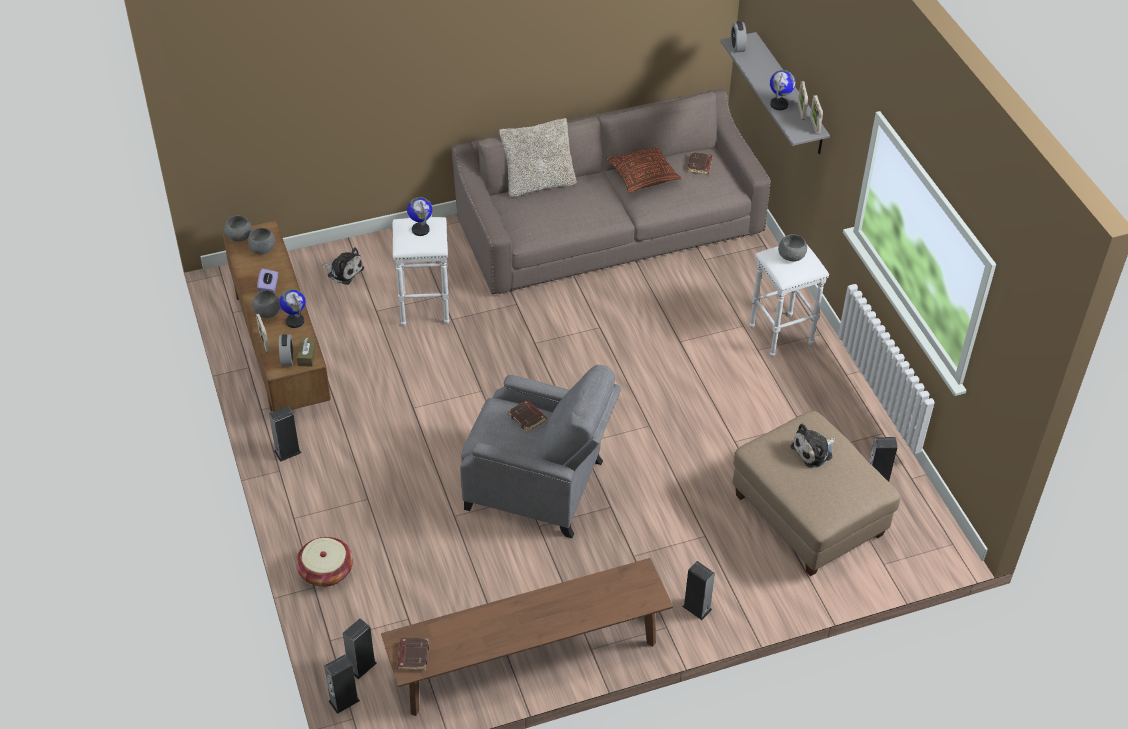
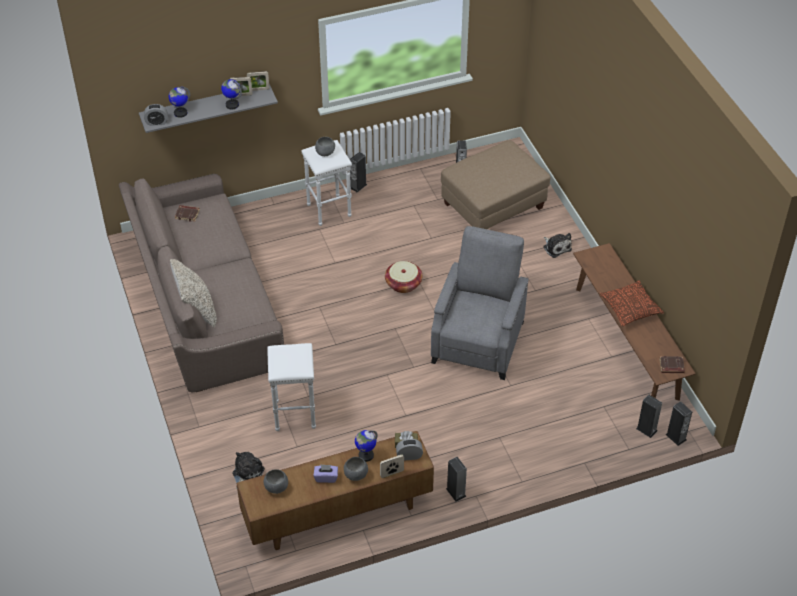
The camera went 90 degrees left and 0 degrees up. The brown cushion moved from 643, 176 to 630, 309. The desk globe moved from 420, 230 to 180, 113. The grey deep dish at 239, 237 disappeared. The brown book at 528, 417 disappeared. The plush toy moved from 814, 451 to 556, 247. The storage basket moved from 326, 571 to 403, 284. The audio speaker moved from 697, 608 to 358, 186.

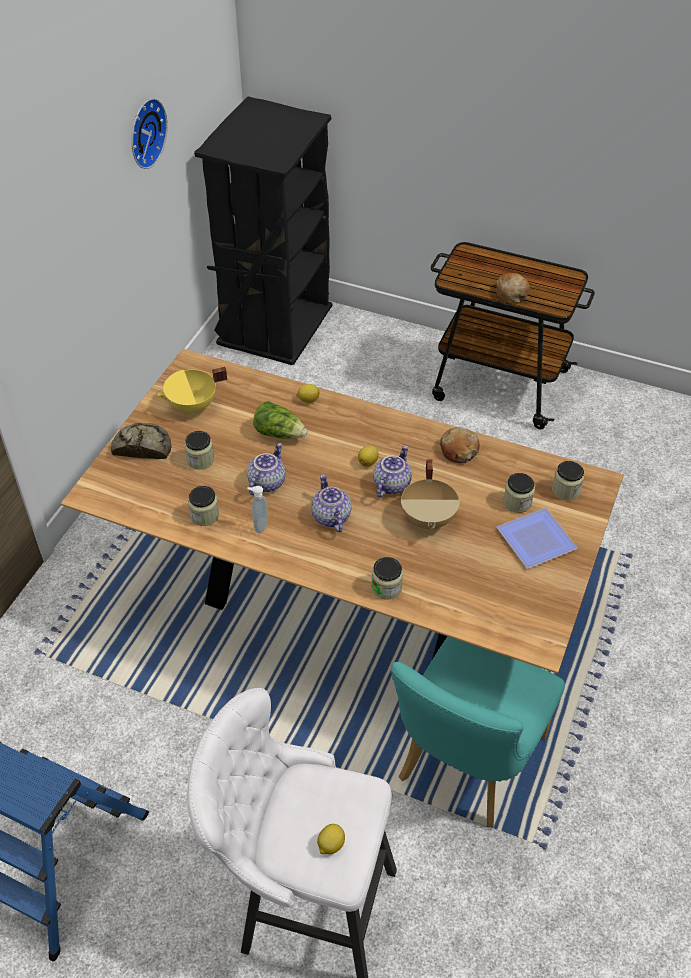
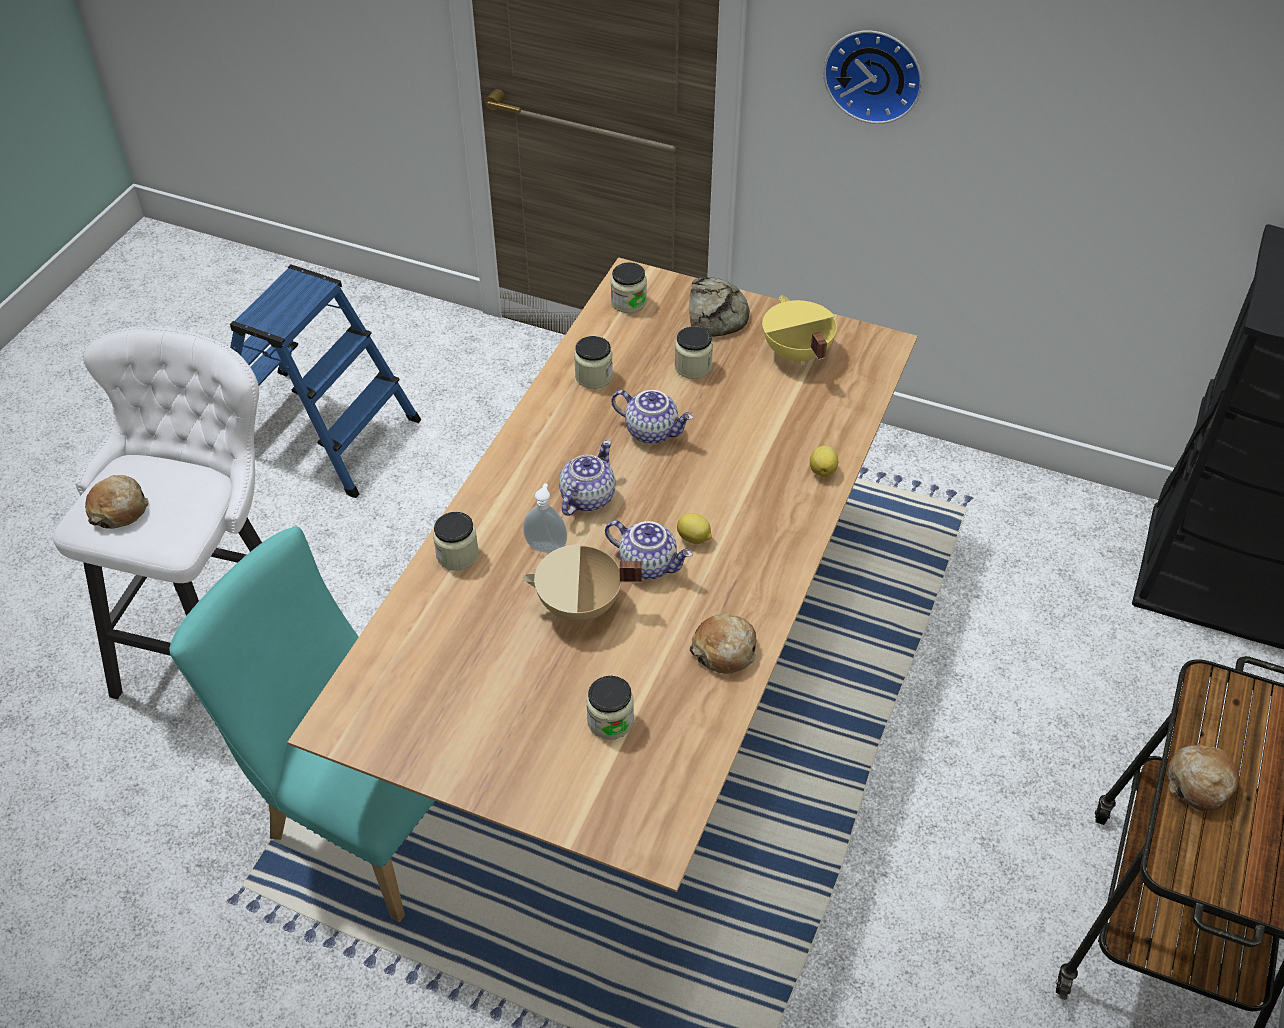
The camera went 90 degrees right and 0 degrees up. The hanging clock moved from 144, 132 to 874, 73. The lettuce head at 279, 433 disappeared. The preserve jar moved from 566, 490 to 628, 302. The pot for tea at 331, 517 turned 45 degrees counterclockwise. The soap dispenser moved from 259, 525 to 546, 546. The flat dish at 535, 542 disappeared. The citrus fruit at 330, 845 was replaced by the bakery bread at 119, 509.

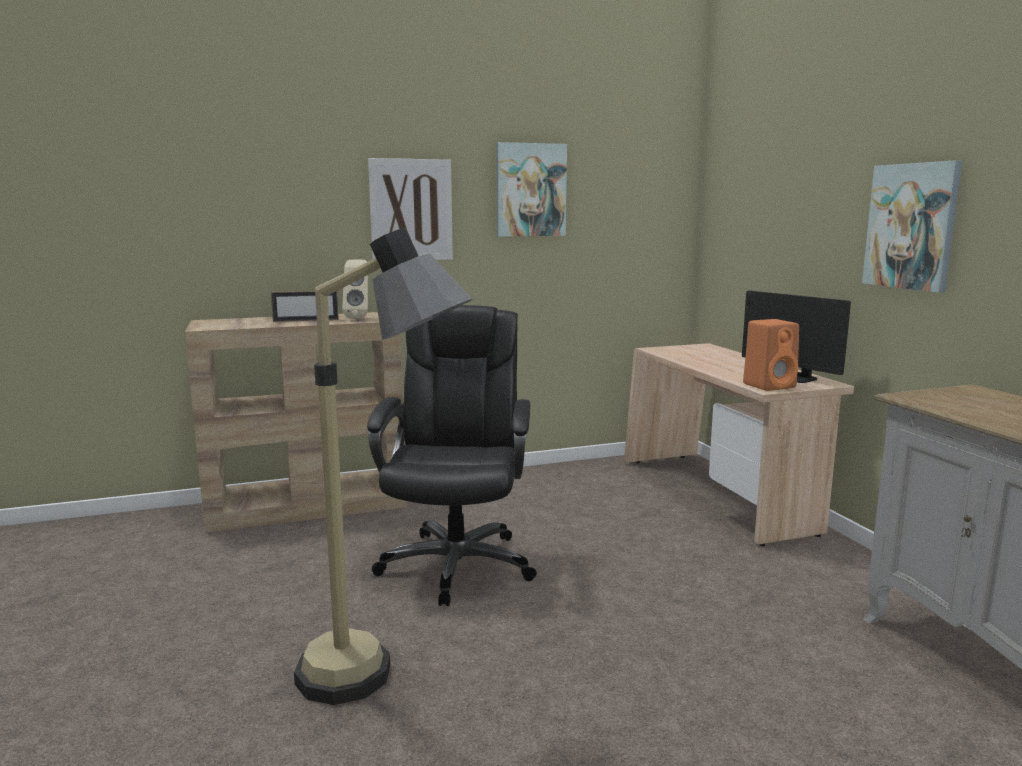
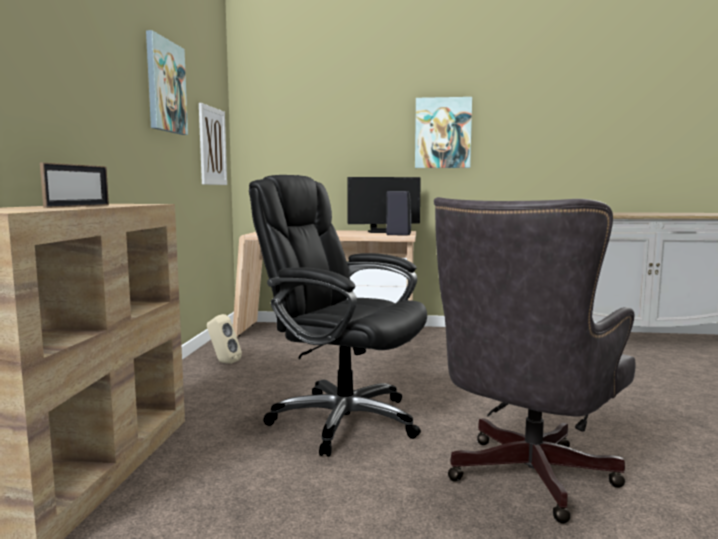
The camera went 65 degrees left and 5 degrees down. The picture moved from 411, 210 to 212, 146. The standard lamp at 384, 682 was replaced by the grey desk chair at 527, 479. The beige audio speaker moved from 359, 318 to 223, 362. The orangey audio speaker at 770, 385 became the blackish audio speaker at 397, 234.

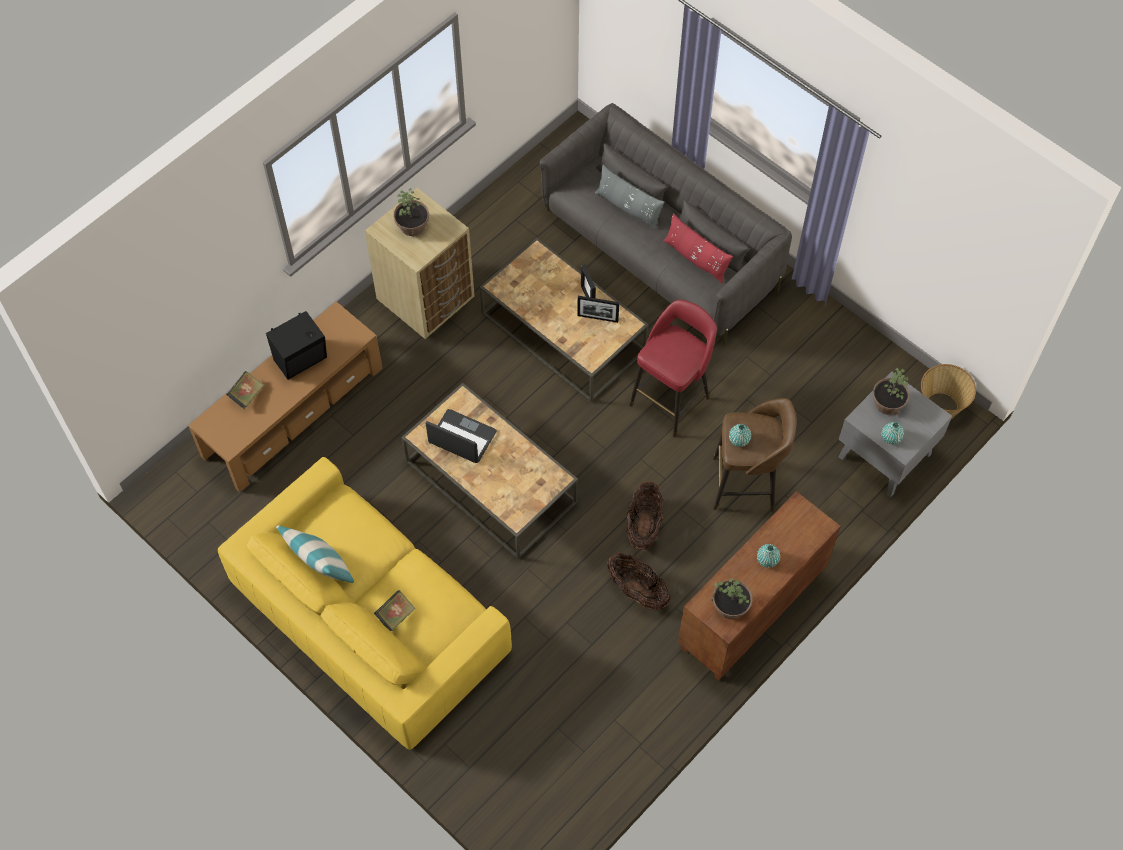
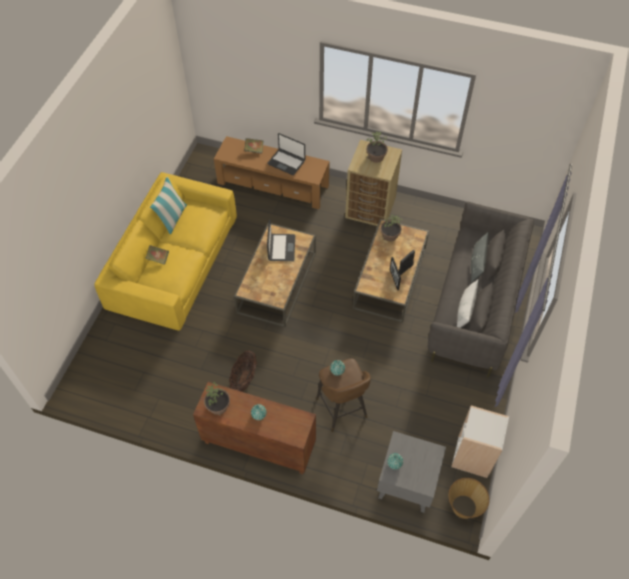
The camera went 65 degrees right and 5 degrees down. The red cushion at 695, 258 became the white cushion at 465, 310. The red sitting stool at 671, 400 disappeared. The blackish audio speaker at 302, 360 was replaced by the portable computer at 286, 162. The houseplant moved from 887, 403 to 389, 235. The storage basket at 643, 526 disappeared. The bookcase at 472, 457 appeared.

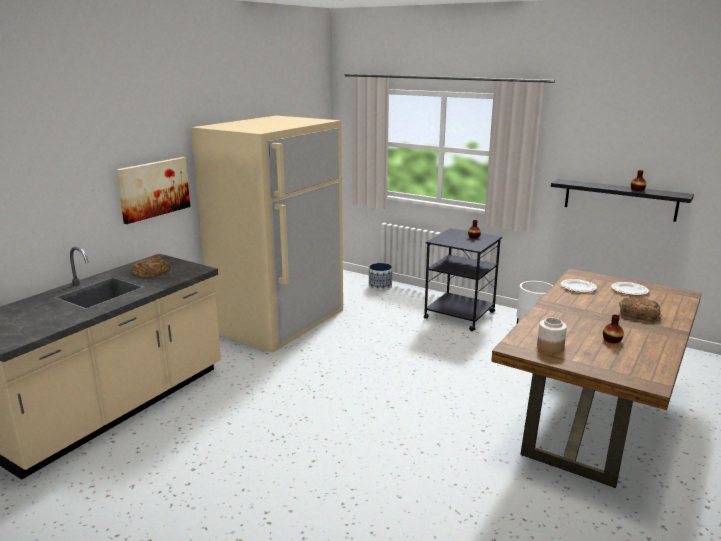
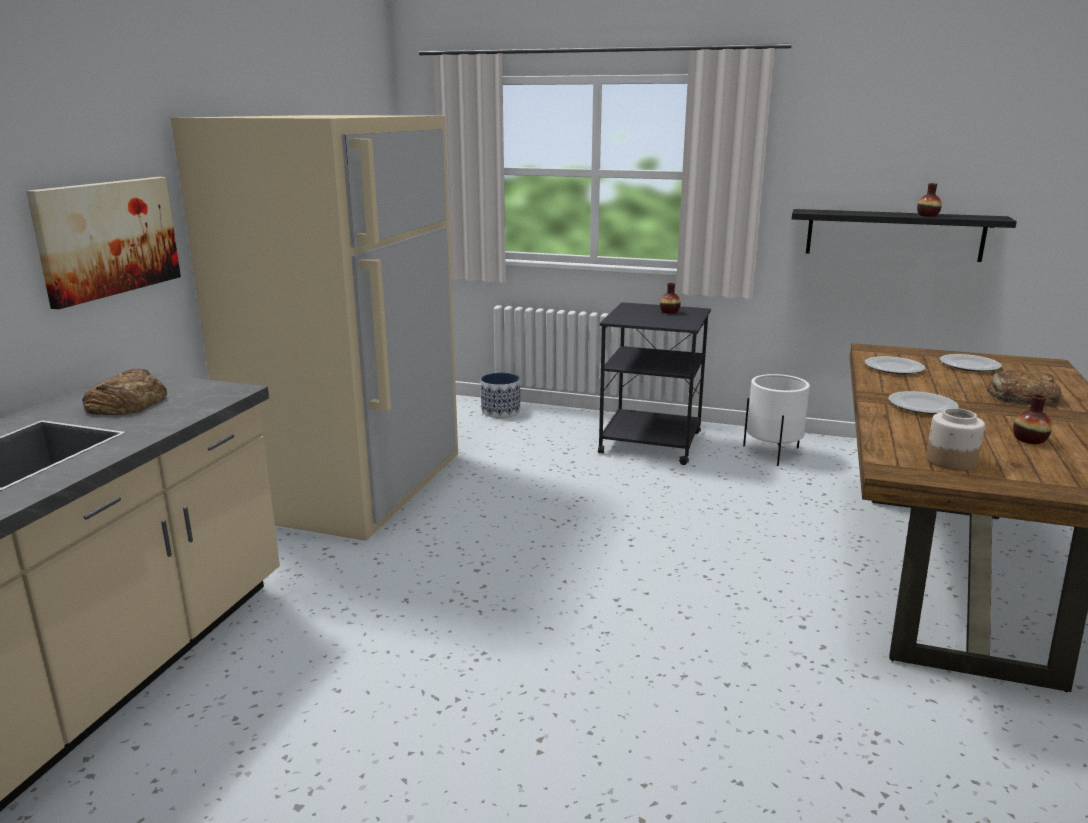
The camera went 15 degrees left and 0 degrees up. The flat dish at 921, 405 appeared.

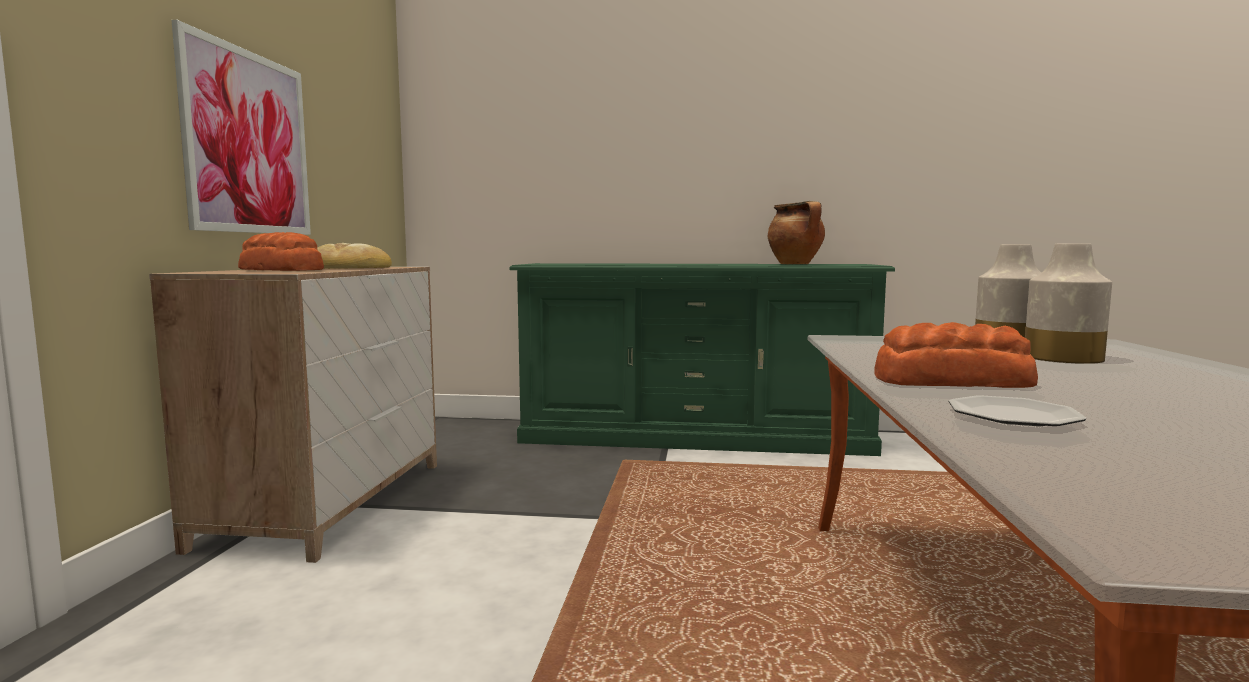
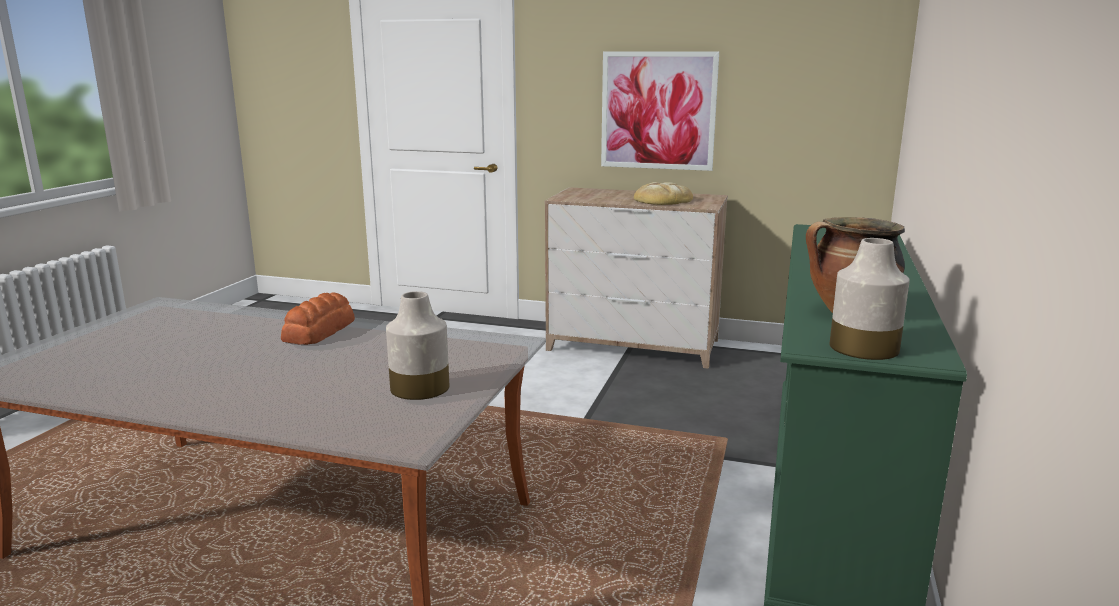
The camera went 100 degrees right and 10 degrees up. The bakery bread at 281, 270 disappeared. The beige decorative vase moved from 1062, 357 to 864, 347. The flat dish at 1013, 416 disappeared.

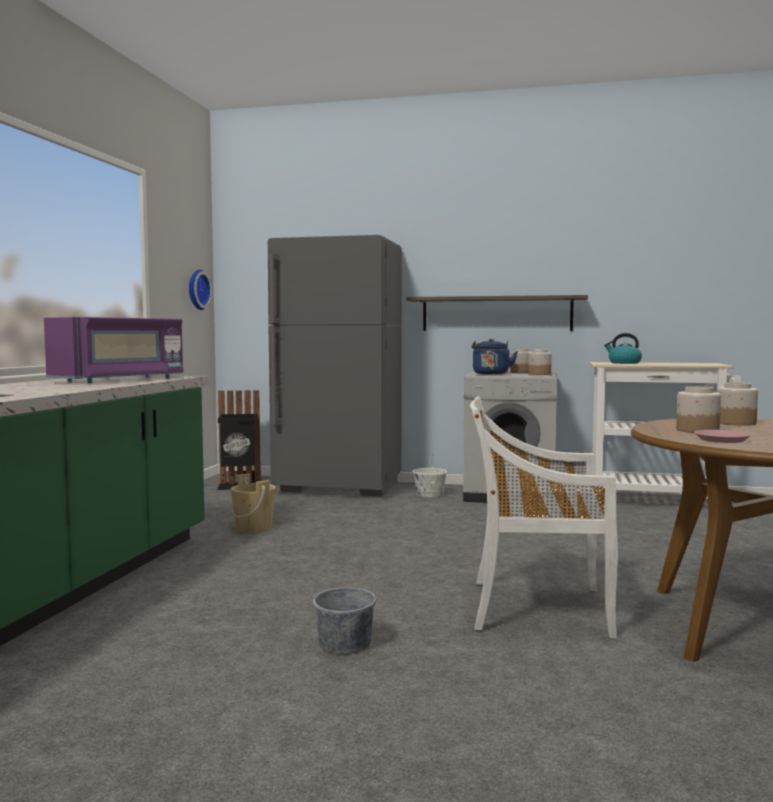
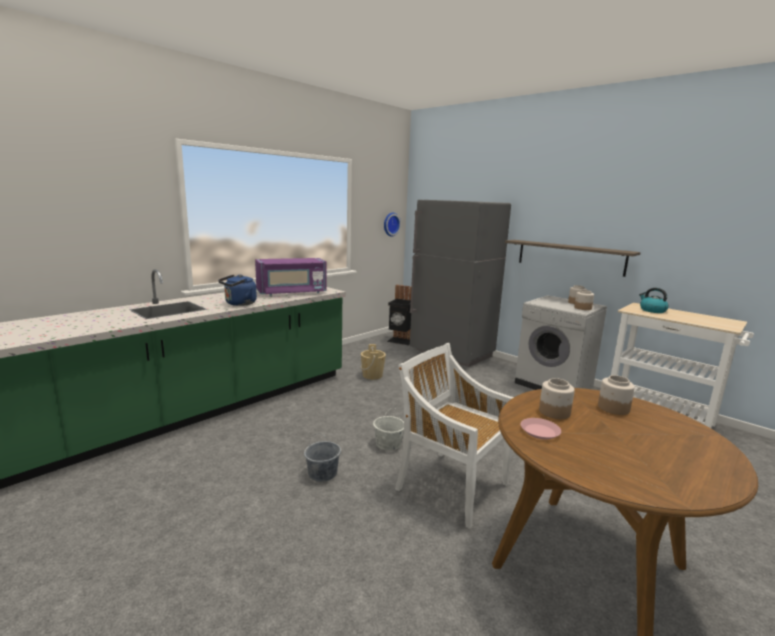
The camera went 30 degrees right and 10 degrees up. The blue-coloured kettle moved from 491, 374 to 239, 304. The white water bucket moved from 430, 494 to 388, 444.

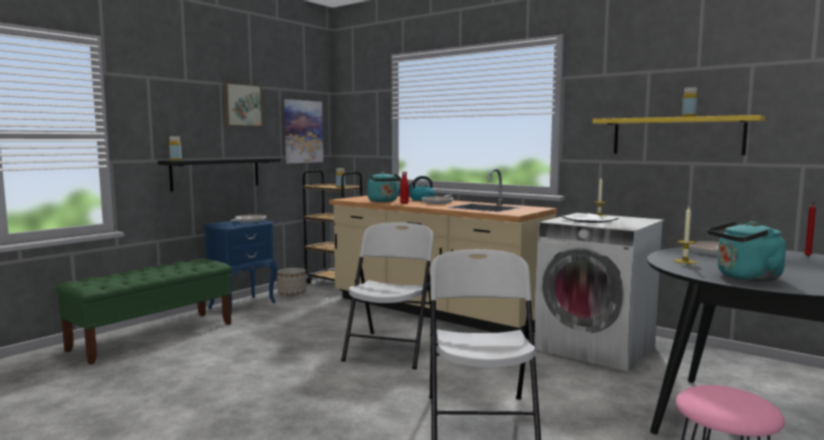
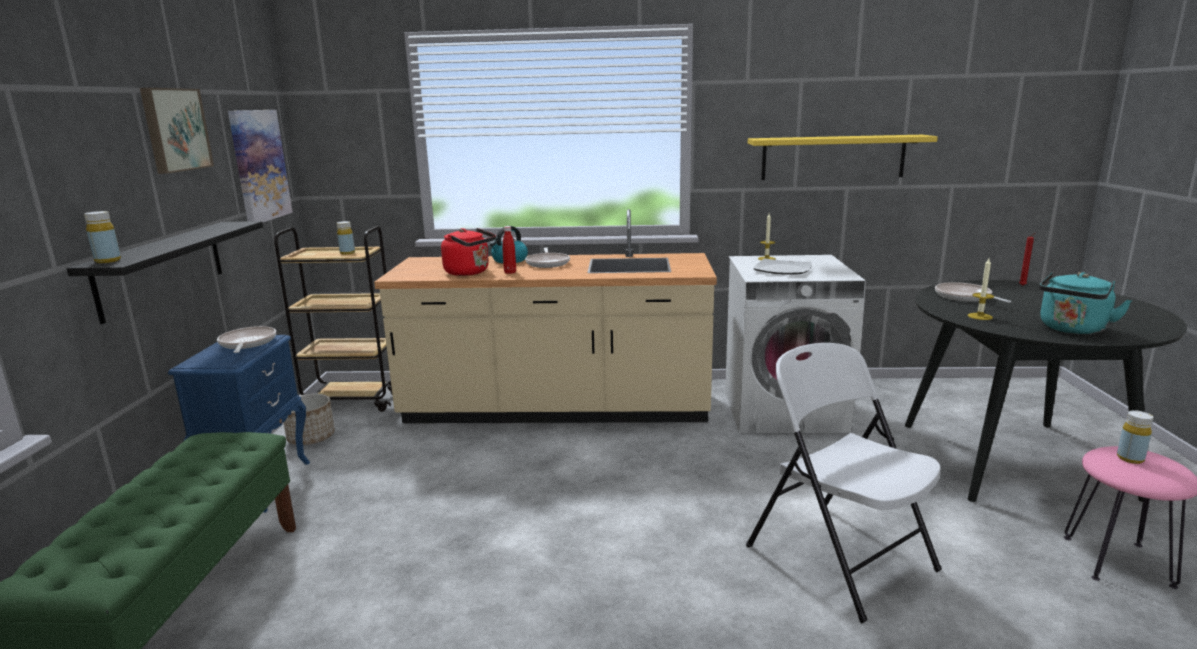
The camera went 35 degrees left and 10 degrees up. The yellow drink bottle moved from 688, 116 to 1130, 458. The blue-green kettle at 384, 201 became the red kettle at 469, 272. The white chair at 392, 350 disappeared.

